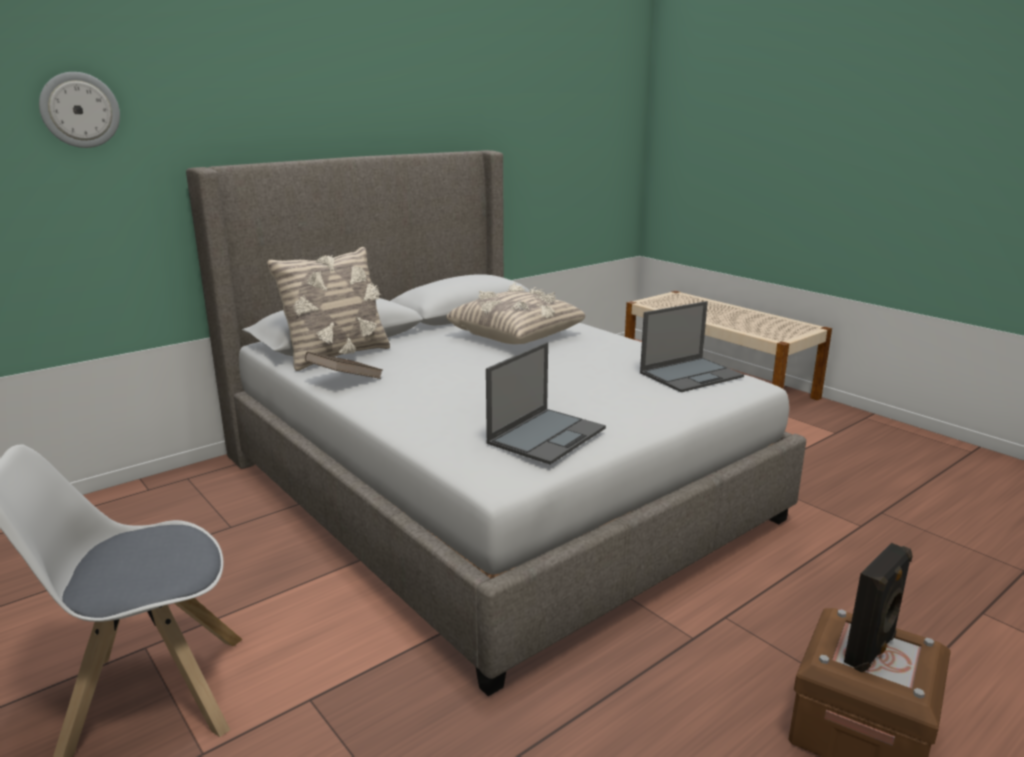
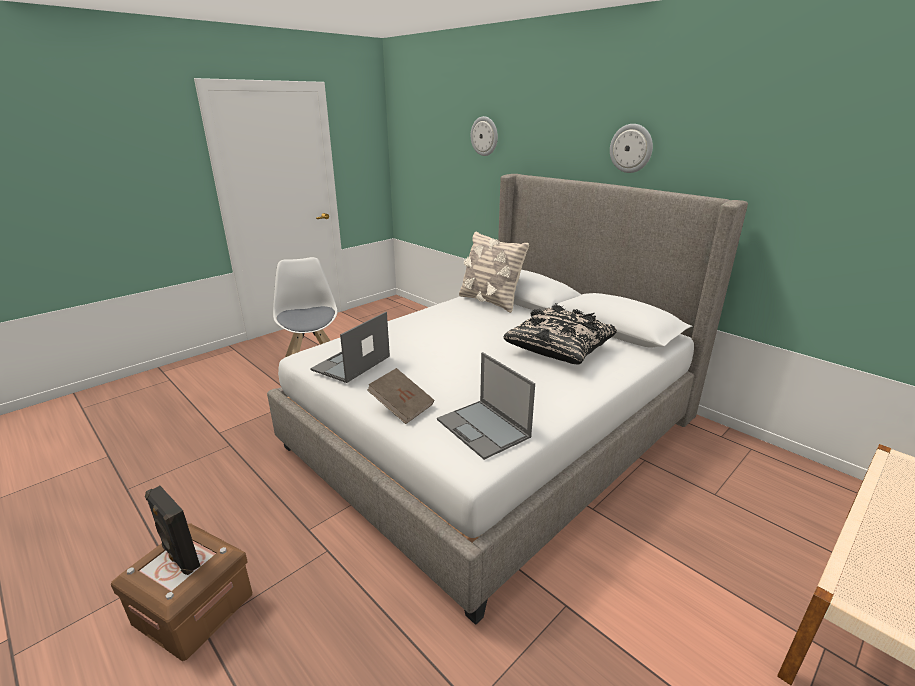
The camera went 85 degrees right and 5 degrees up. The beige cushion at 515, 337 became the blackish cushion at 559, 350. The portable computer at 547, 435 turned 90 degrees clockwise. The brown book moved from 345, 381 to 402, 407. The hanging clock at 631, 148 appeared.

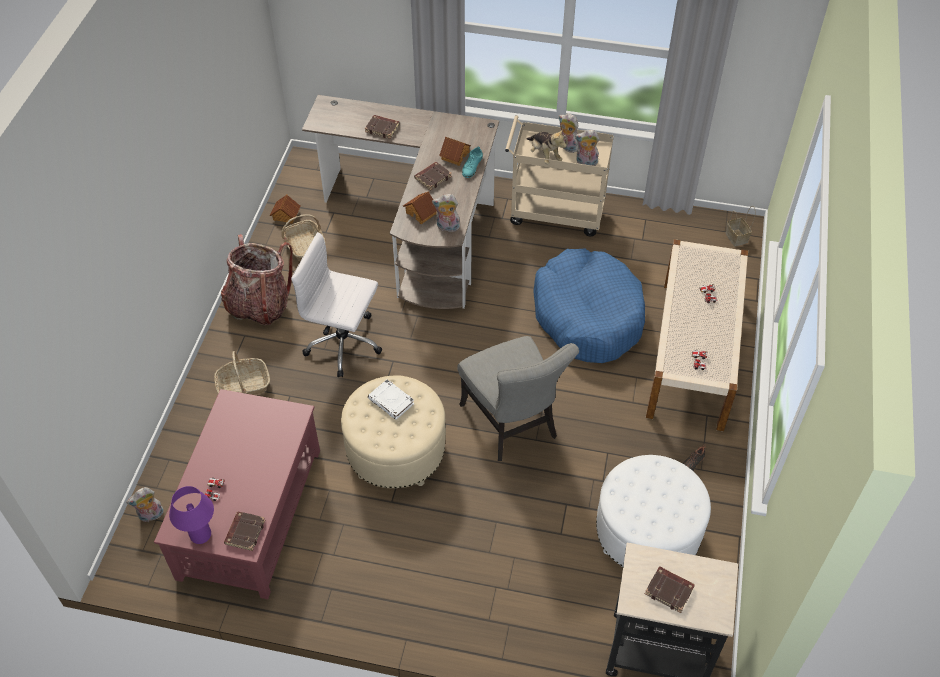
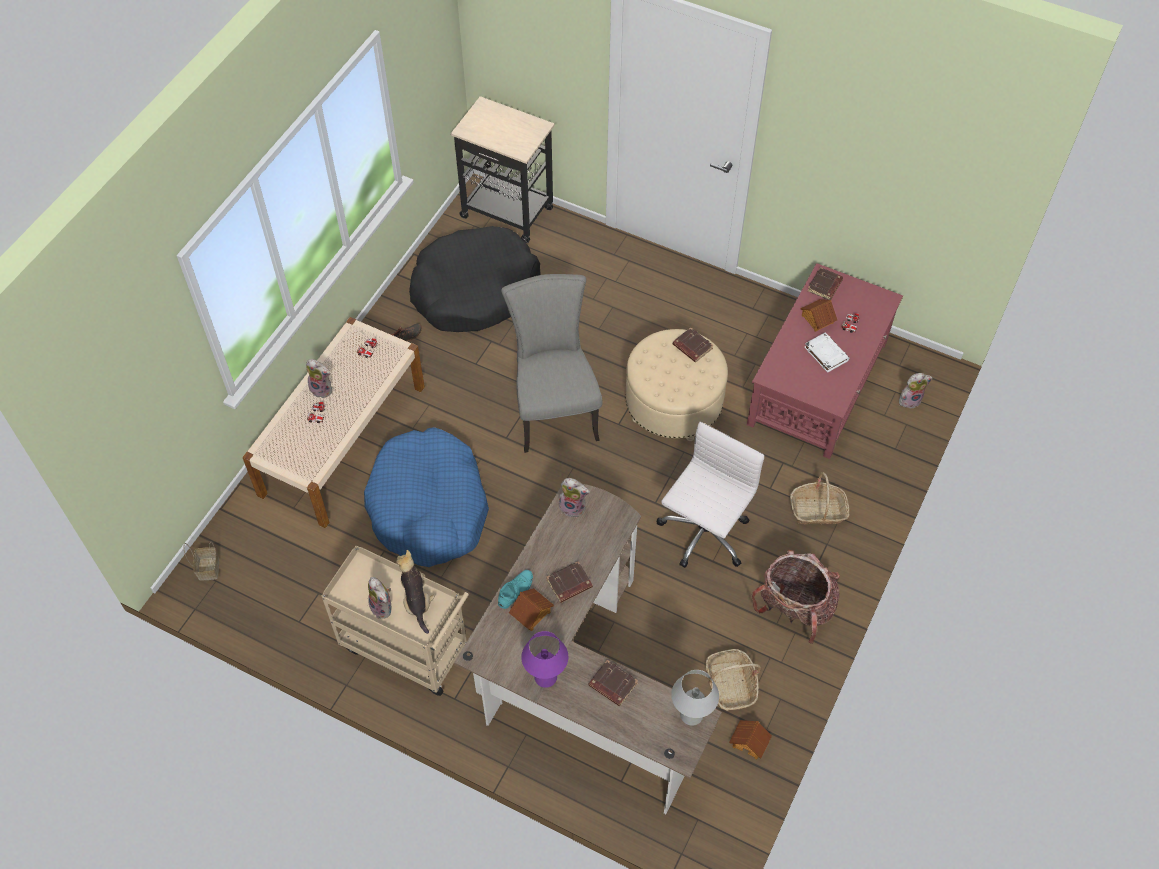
The camera went 165 degrees left and 5 degrees up. The plush toy moved from 586, 163 to 322, 389. The model house moved from 421, 213 to 817, 319. The white desk chair at 345, 344 turned 90 degrees counterclockwise. The white book moved from 391, 401 to 825, 354. The white ottoman at 646, 535 was replaced by the blackish pet bed at 475, 291. The purplish tabletop lamp moved from 200, 535 to 545, 677. The brown book moved from 670, 590 to 692, 347. The white tabletop lamp at 691, 715 appeared.

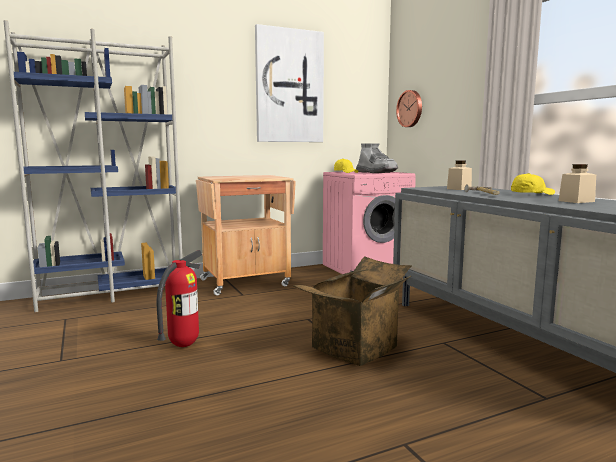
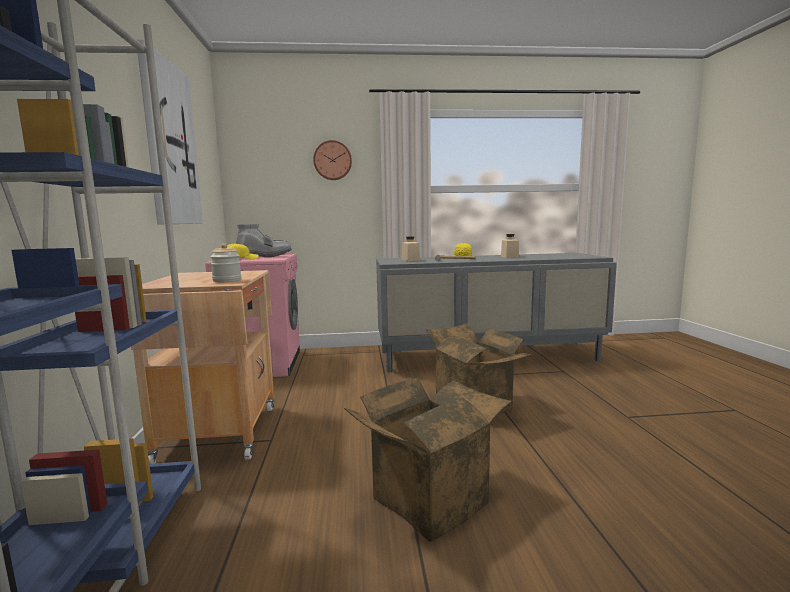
The camera went 70 degrees left and 0 degrees up. The hanging clock moved from 410, 108 to 332, 160. The extinguisher at 183, 345 was replaced by the packing box at 428, 497. The preserve jar at 227, 280 appeared.

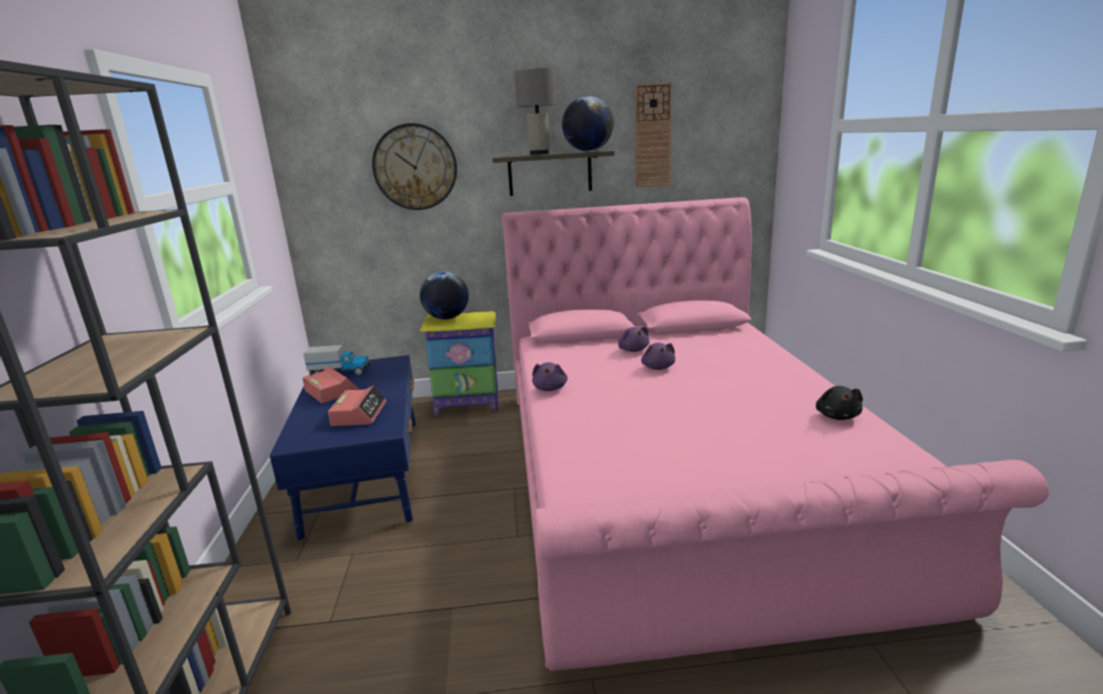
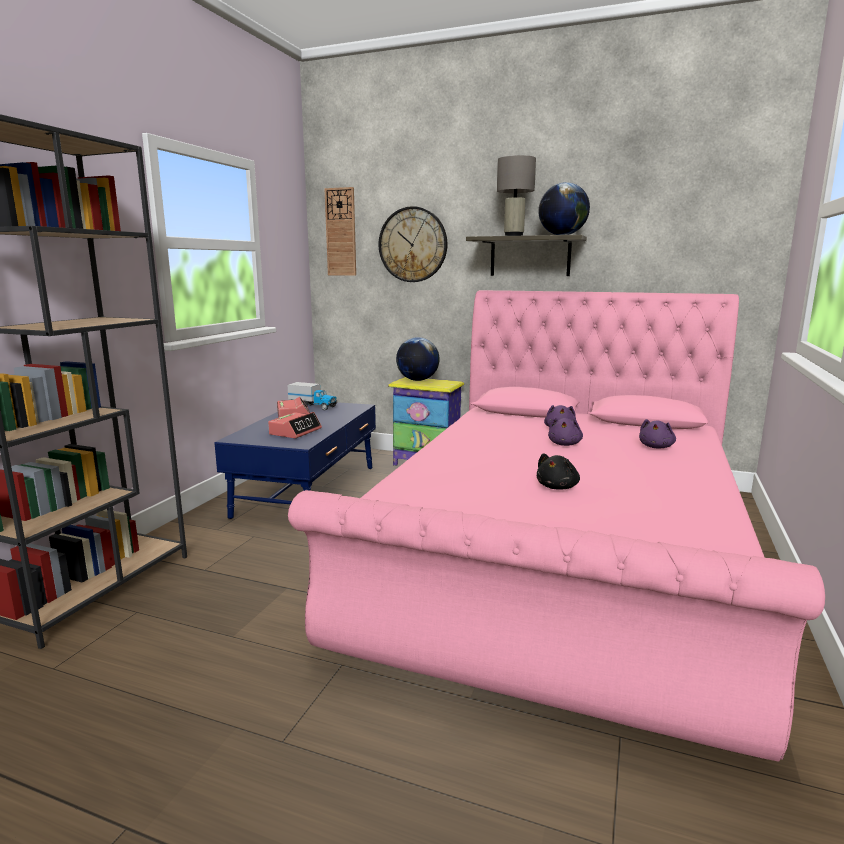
The camera went 25 degrees right and 5 degrees down. The hanging clock moved from 653, 136 to 341, 232. The purplish plush toy moved from 550, 388 to 656, 447. The blackish plush toy moved from 837, 416 to 558, 487.

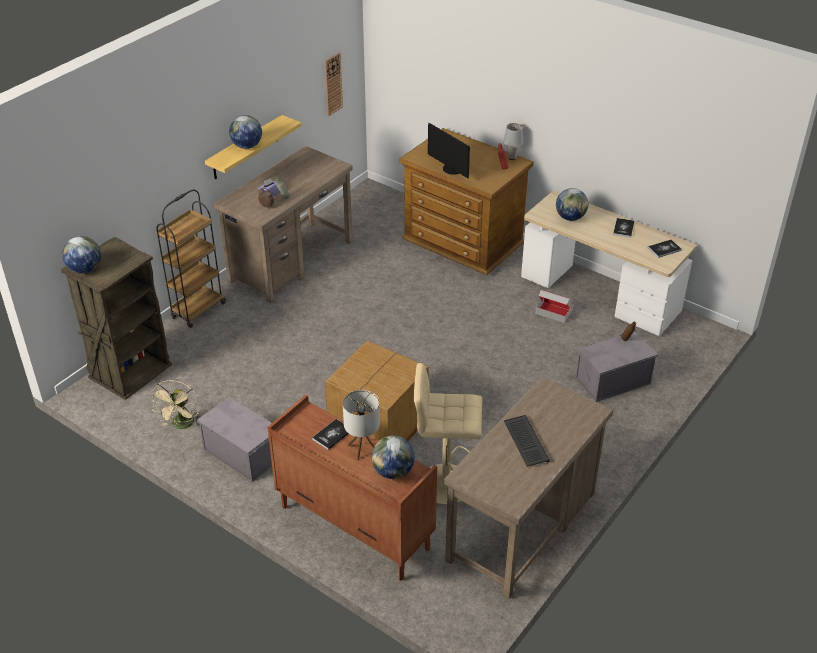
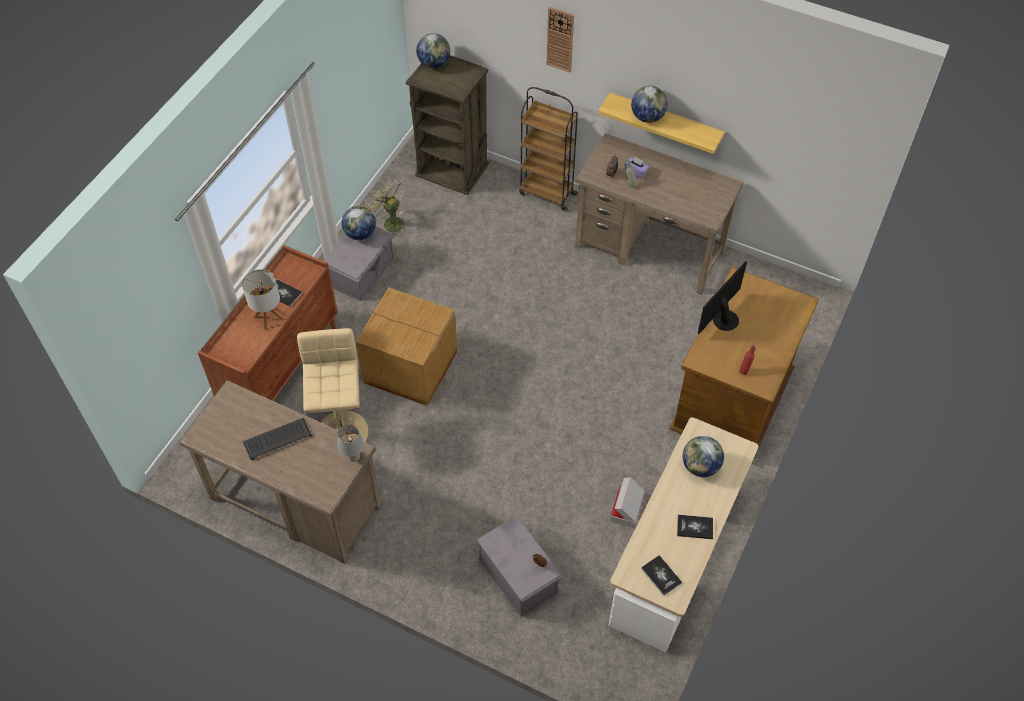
The camera went 80 degrees right and 15 degrees up. The hanging clock moved from 333, 84 to 560, 39. The grey tabletop lamp moved from 512, 157 to 354, 457. The beige cooling fan at 182, 425 turned 45 degrees clockwise. The desk globe moved from 393, 472 to 360, 234.

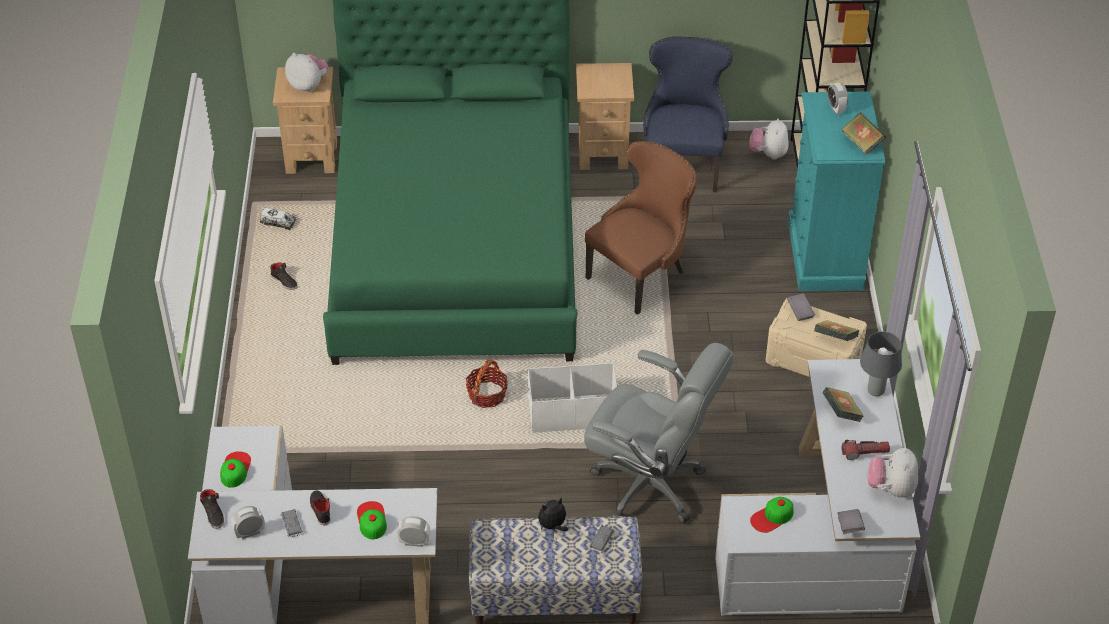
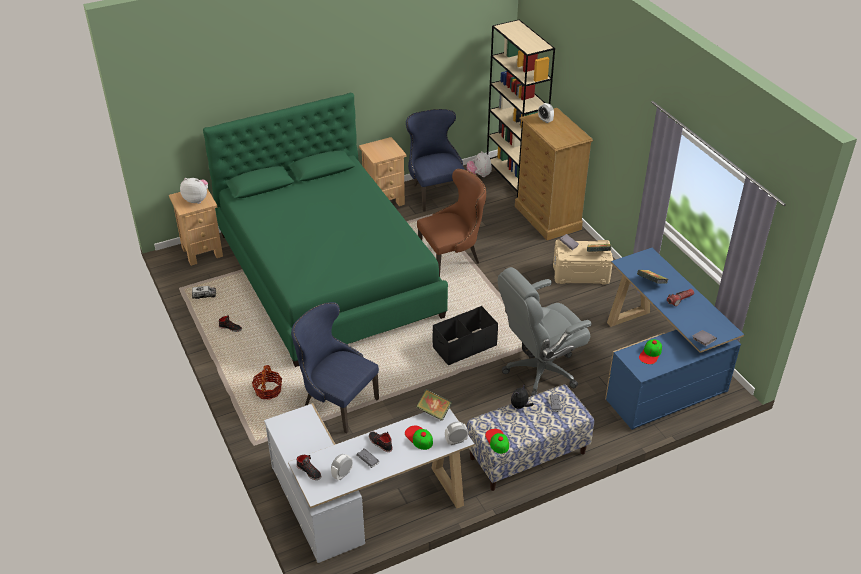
The camera went 25 degrees left and 5 degrees down. The blue-green drawer chest at 825, 255 became the brown drawer chest at 548, 218. The book moved from 862, 143 to 434, 411. The brown chair at 640, 276 turned 45 degrees clockwise. The grey tabletop lamp at 875, 391 disappeared. The grey desk chair at 650, 486 turned 150 degrees clockwise. The white desk table at 825, 541 became the blue-coloured desk table at 658, 368. The storage basket moved from 487, 394 to 268, 390. The white storage box at 572, 413 became the blackish storage box at 464, 346. The plush toy at 891, 488 disappeared. The peaked cap moved from 235, 469 to 497, 441. The blue-coloured chair at 337, 403 appeared.

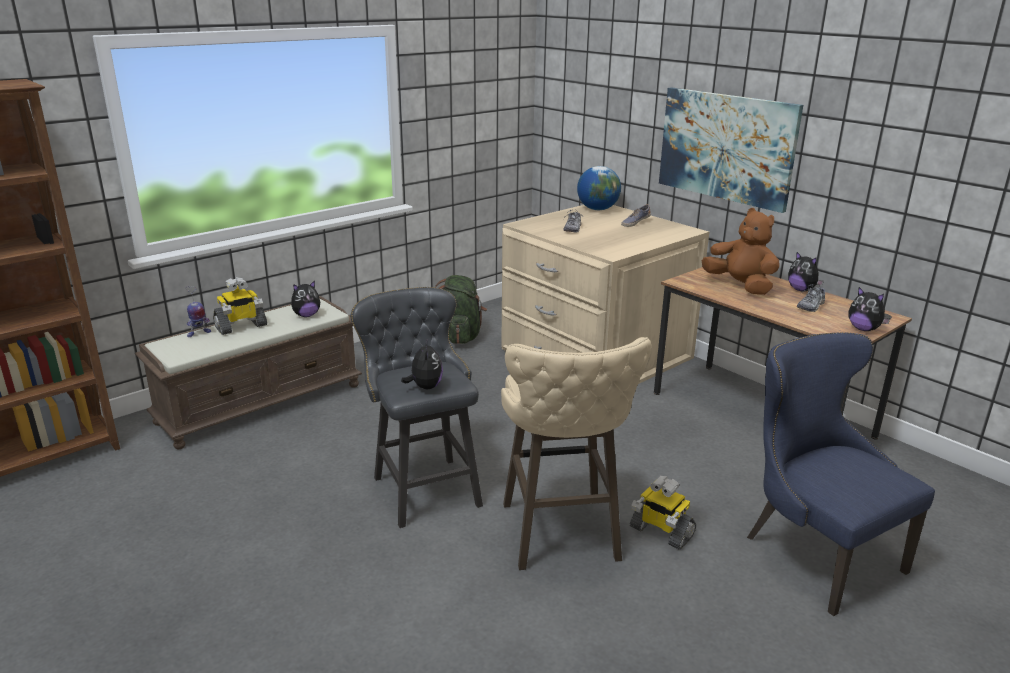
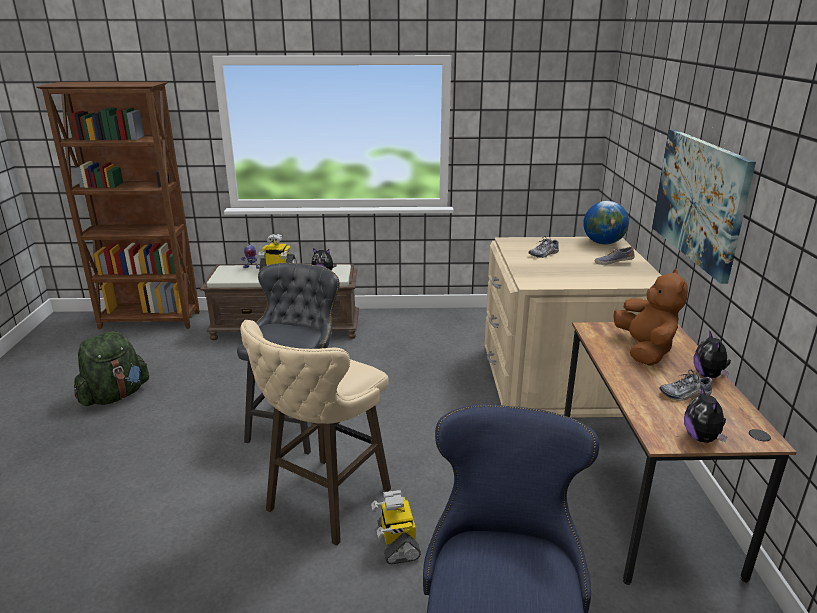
The camera went 40 degrees right and 0 degrees up. The greenish backpack moved from 460, 337 to 115, 396. The plush toy at 425, 387 disappeared.

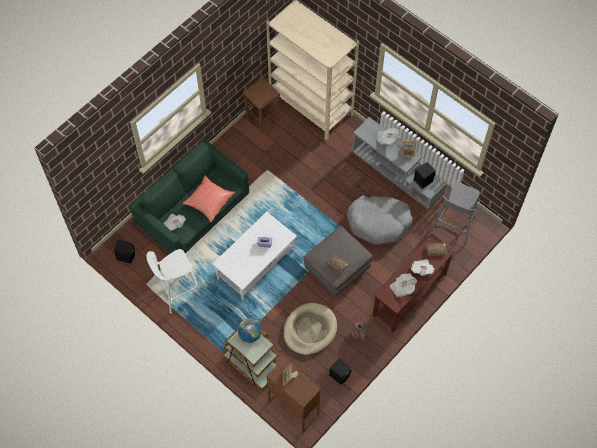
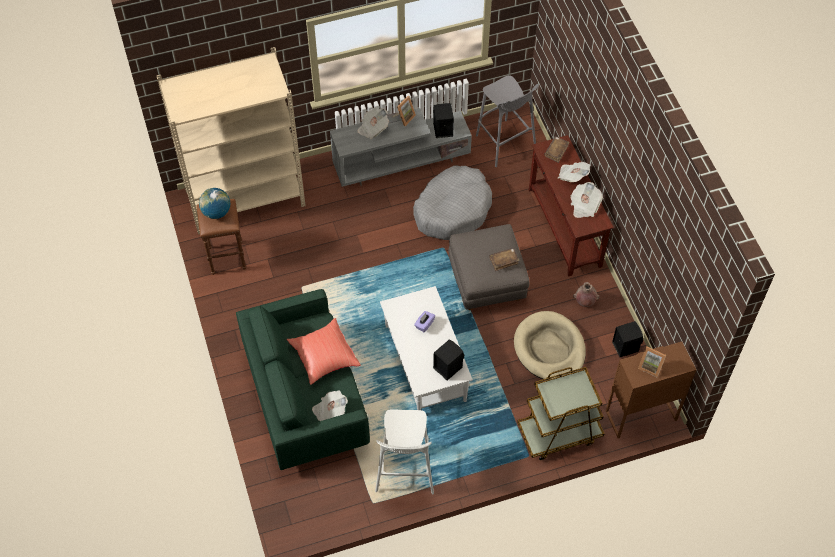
The camera went 60 degrees left and 5 degrees down. The blackish audio speaker moved from 126, 255 to 447, 367. The desk globe moved from 250, 335 to 216, 212.

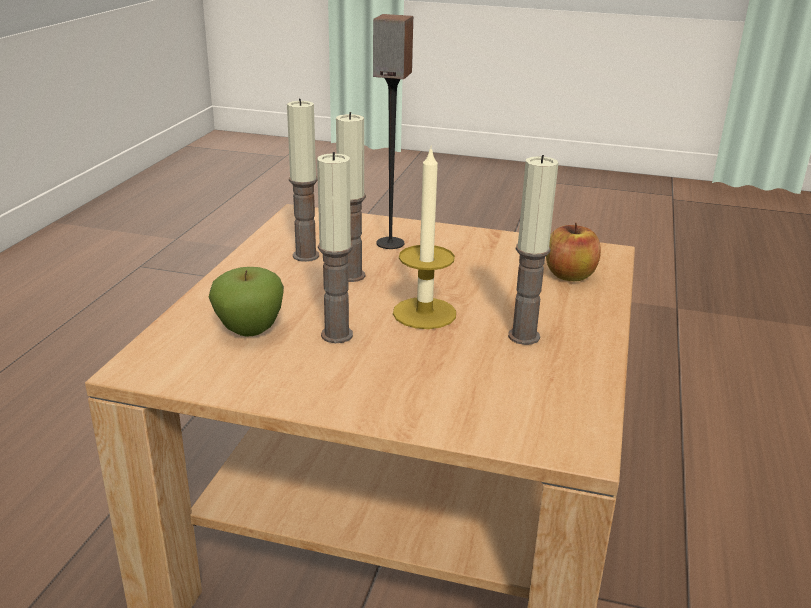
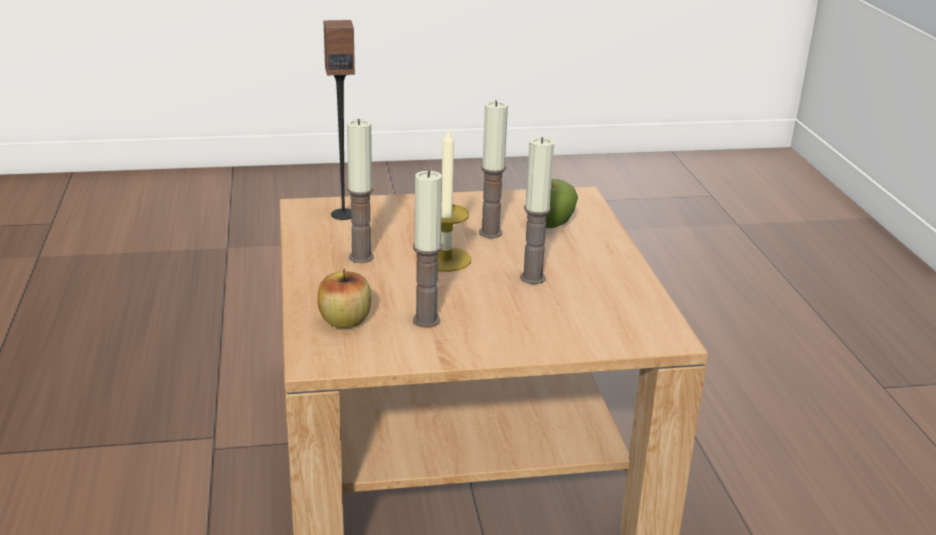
The camera went 155 degrees right and 0 degrees up. The audio speaker moved from 390, 243 to 343, 214. The candle moved from 306, 256 to 426, 320.

